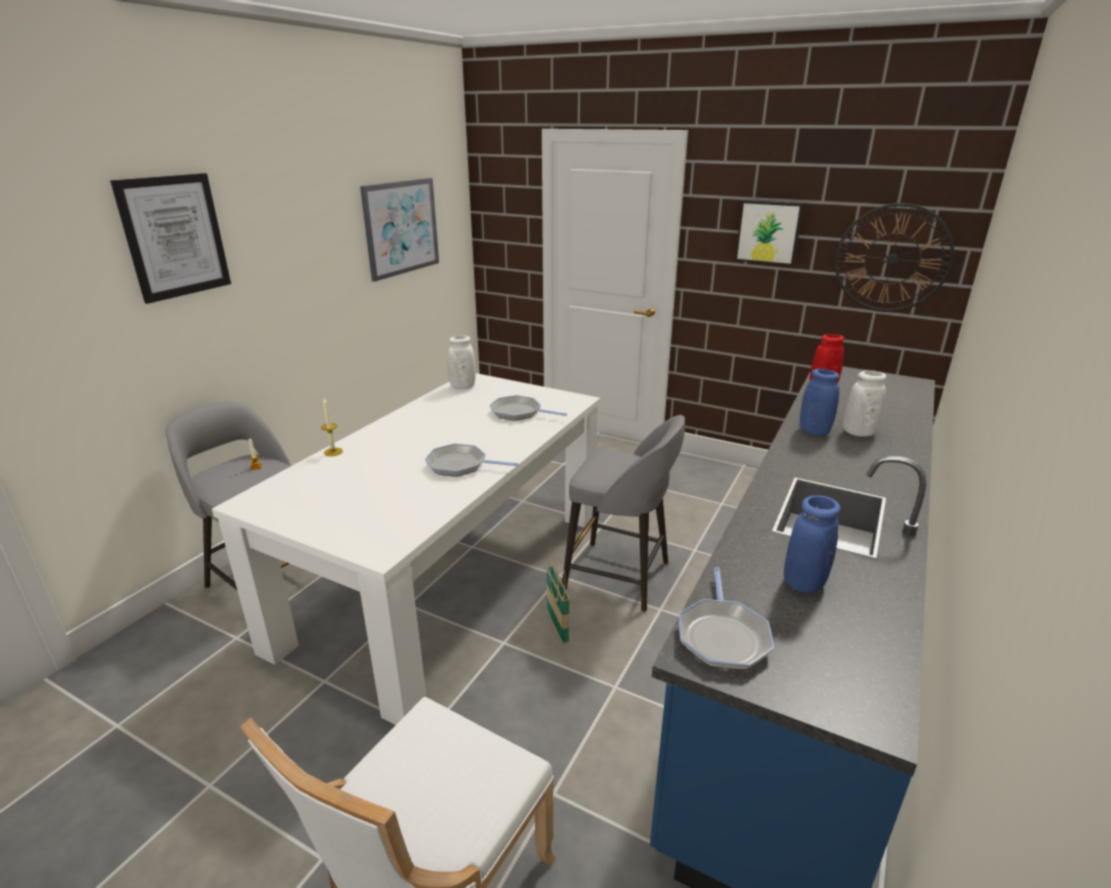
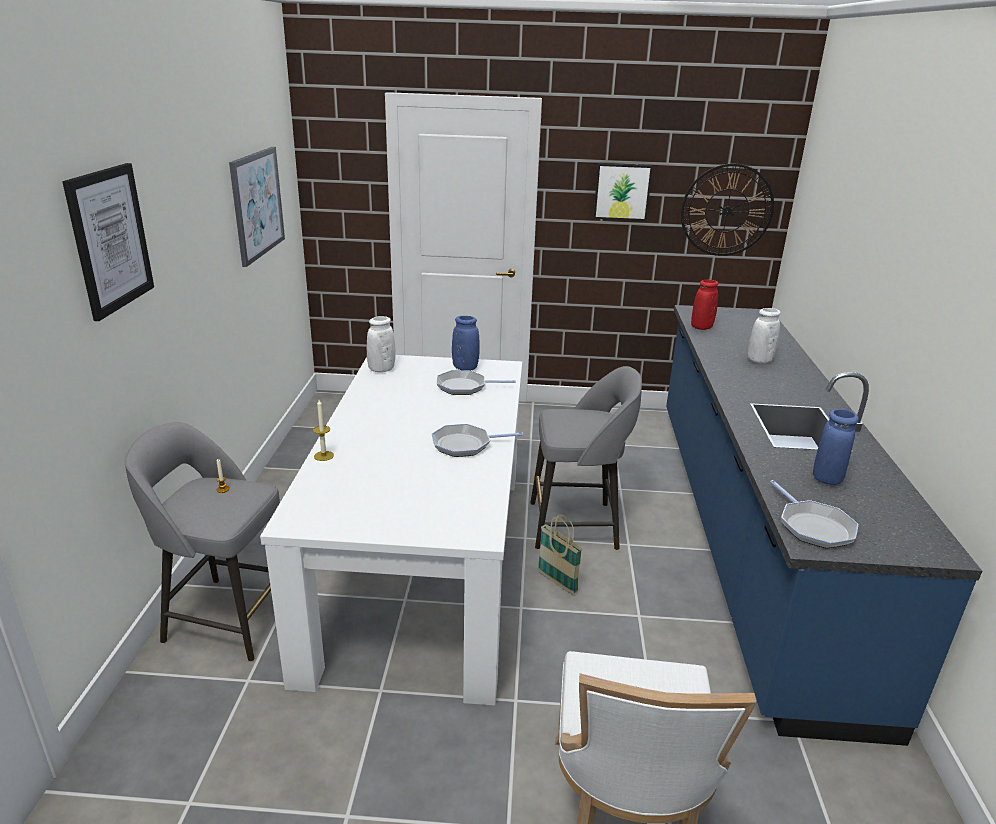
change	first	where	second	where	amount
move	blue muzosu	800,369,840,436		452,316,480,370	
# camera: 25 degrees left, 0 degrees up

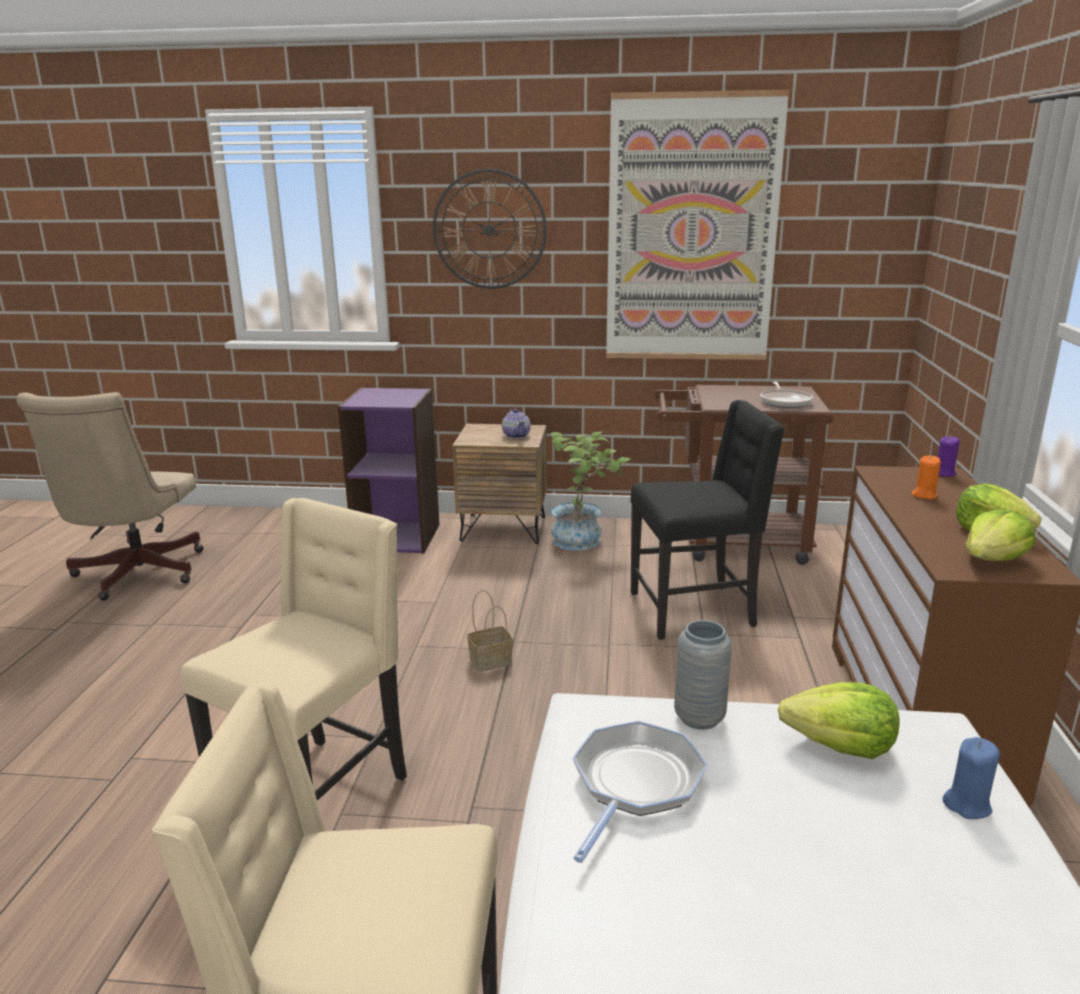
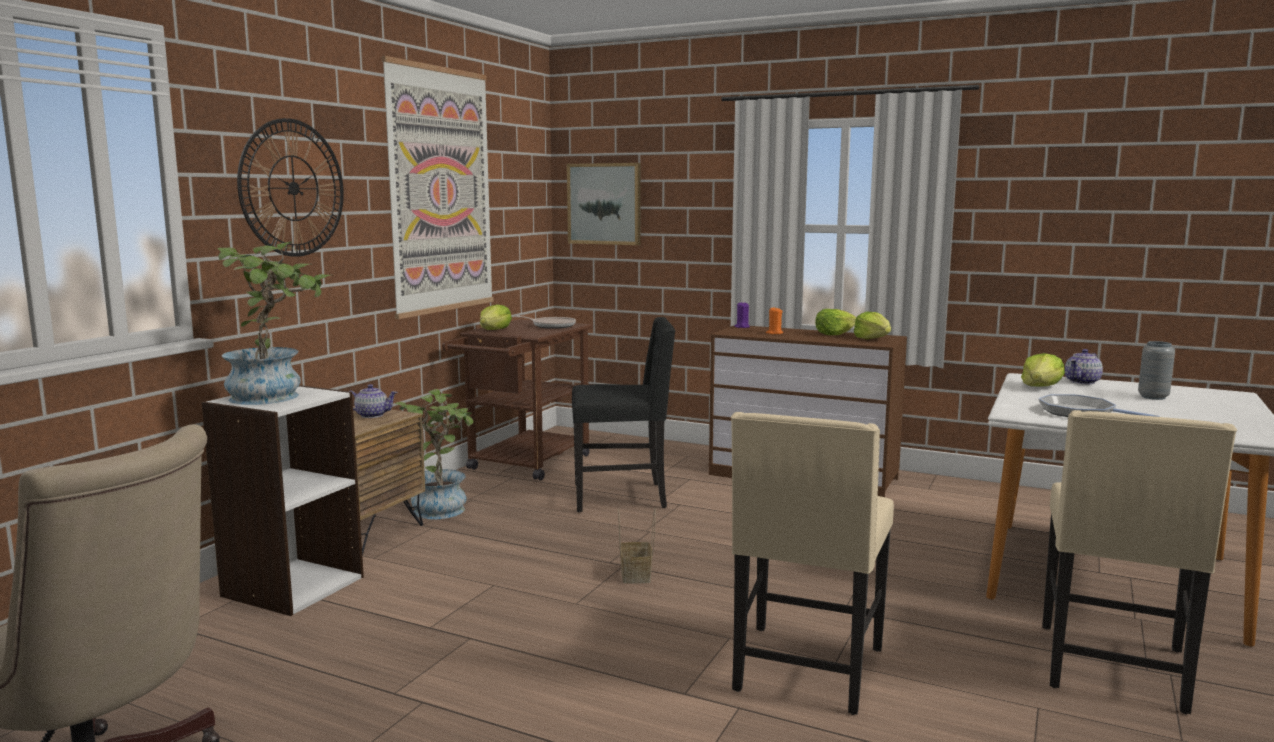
change	first	where	second	where	amount
insert			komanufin	218,241,330,405	
insert			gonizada	480,304,512,330	
insert			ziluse	567,163,640,245	
move	grey muzosu	674,620,732,730		1138,341,1175,400	
replace	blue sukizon	942,737,1000,819	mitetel	1065,349,1103,384	
recolor	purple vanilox	338,387,440,553	white vanilox	201,385,364,616	
rotate	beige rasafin	181,498,407,801		731,412,894,715	120 degrees counterclockwise
rotate	black rasafin	630,400,784,640		572,317,676,513	75 degrees clockwise
# camera: 70 degrees left, 10 degrees down

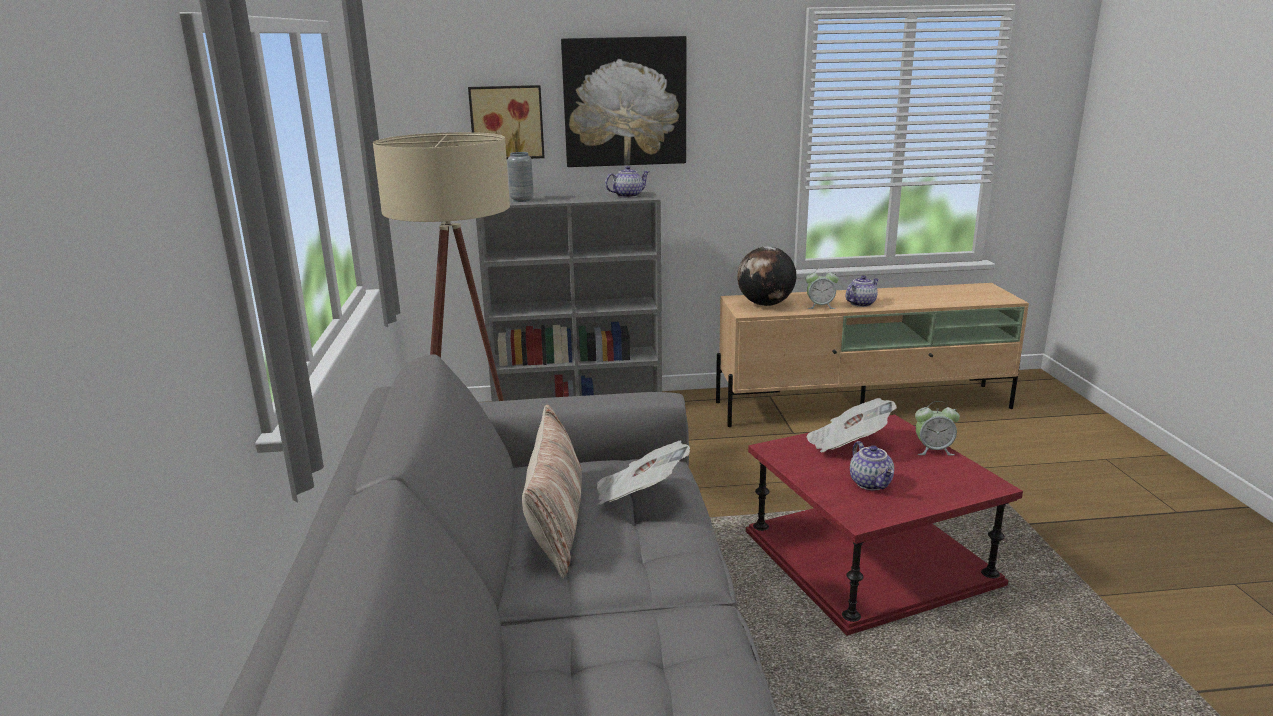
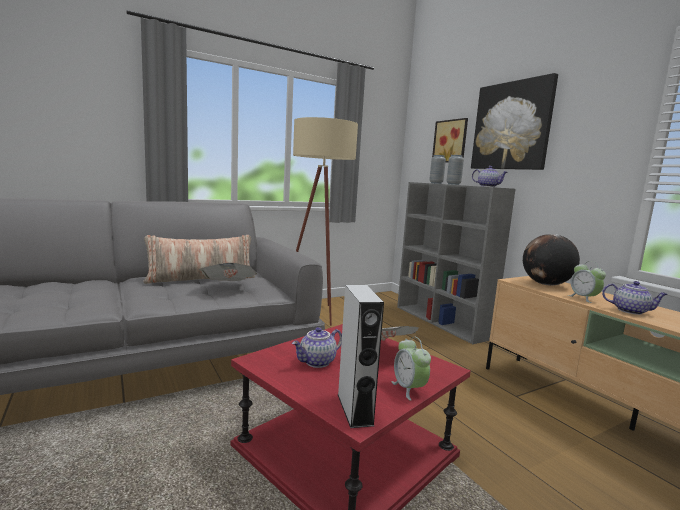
change	first	where	second	where	amount
insert			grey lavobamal	337,285,384,428	
insert			grey muzosu	447,155,464,185	
# camera: 65 degrees right, 10 degrees down

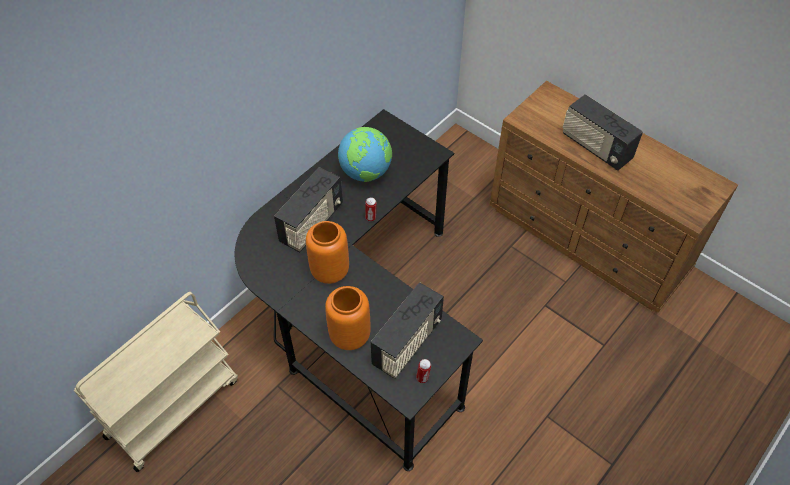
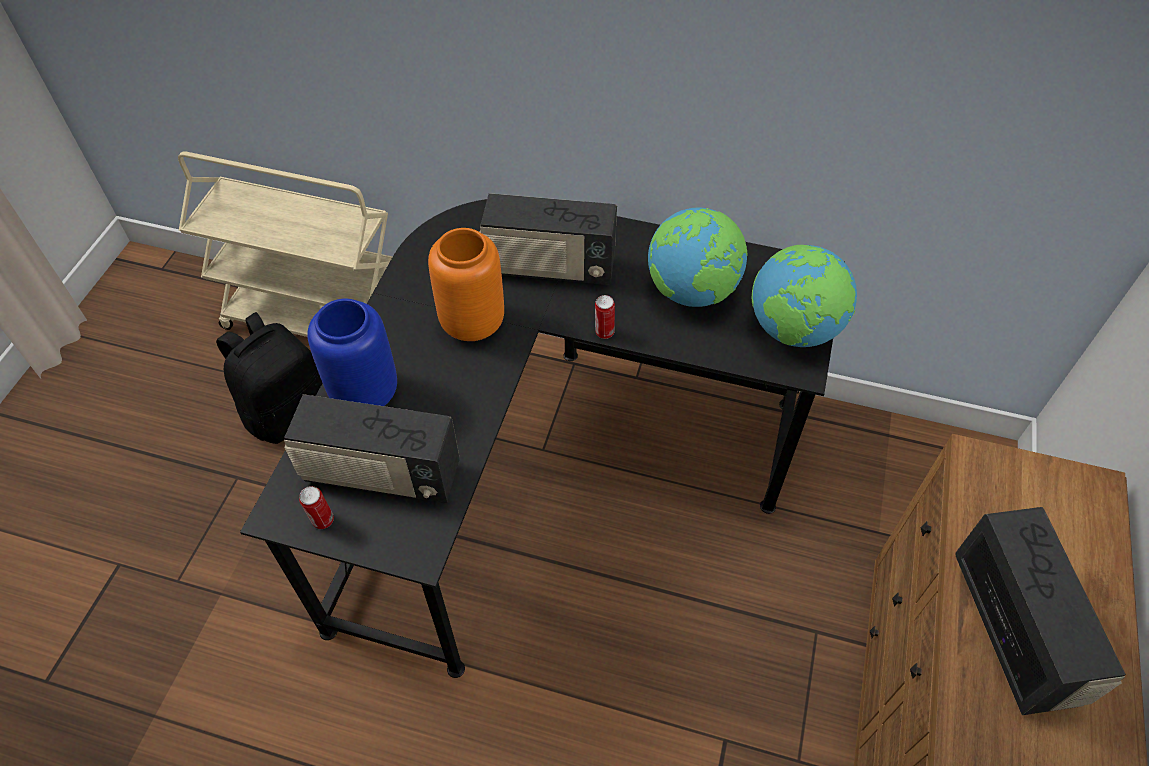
change	first	where	second	where	amount
insert			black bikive	216,312,322,444	
insert			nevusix	752,245,857,347	
recolor	orange muzosu	325,286,371,350	blue muzosu	307,299,397,406	
rotate	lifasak	563,94,643,170		955,507,1126,715	150 degrees clockwise
# camera: 65 degrees right, 0 degrees up

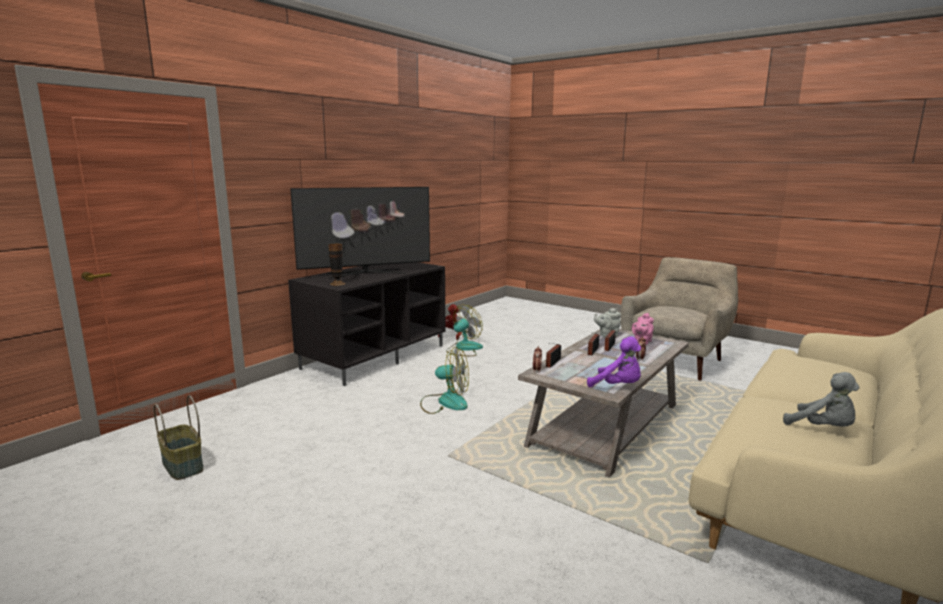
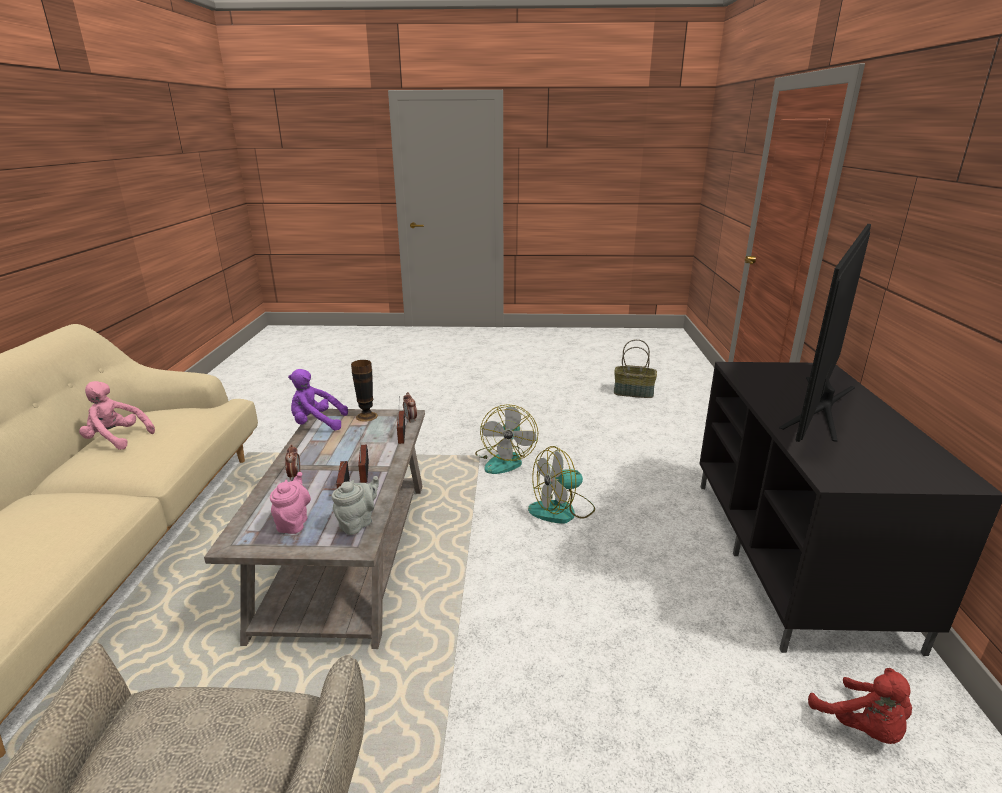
change	first	where	second	where	amount
move	muzosu	328,244,345,286		351,360,378,421	
move	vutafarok	446,305,483,356		475,404,538,474	
recolor	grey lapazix	783,372,860,427	pink lapazix	79,381,155,450	
# camera: 145 degrees right, 10 degrees up

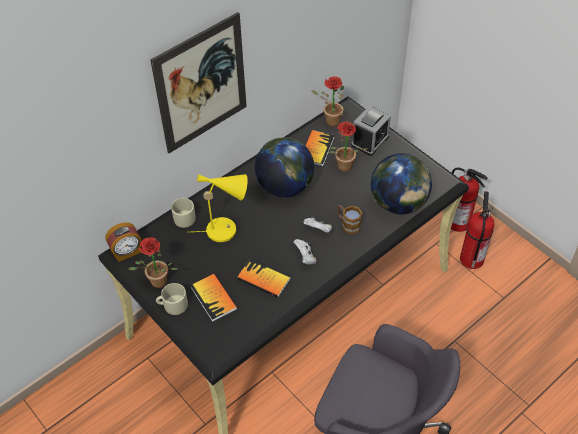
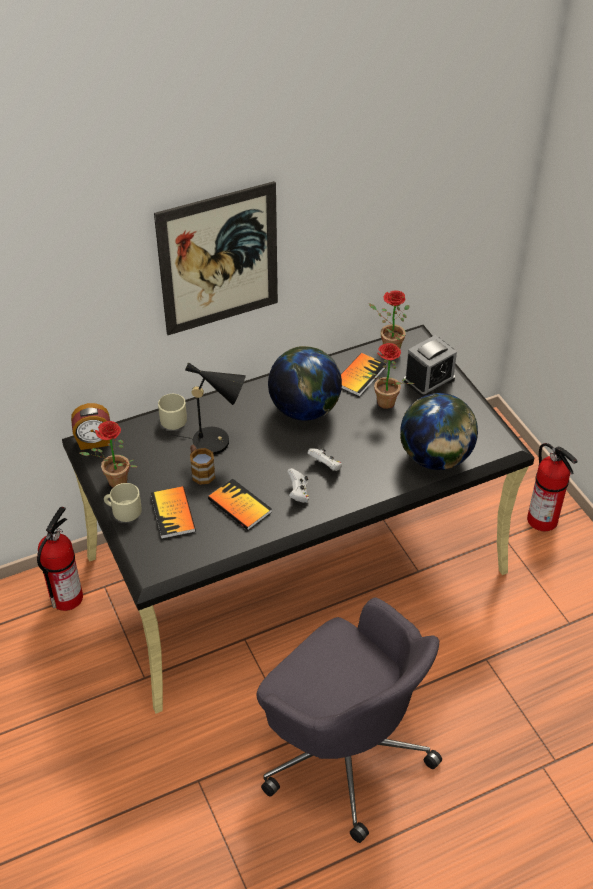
change	first	where	second	where	amount
move	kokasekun	337,205,362,235		190,445,215,485	
move	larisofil	460,191,494,269		37,507,83,611	
recolor	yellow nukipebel	194,174,248,242	black nukipebel	173,362,246,455	
# camera: 15 degrees right, 5 degrees down

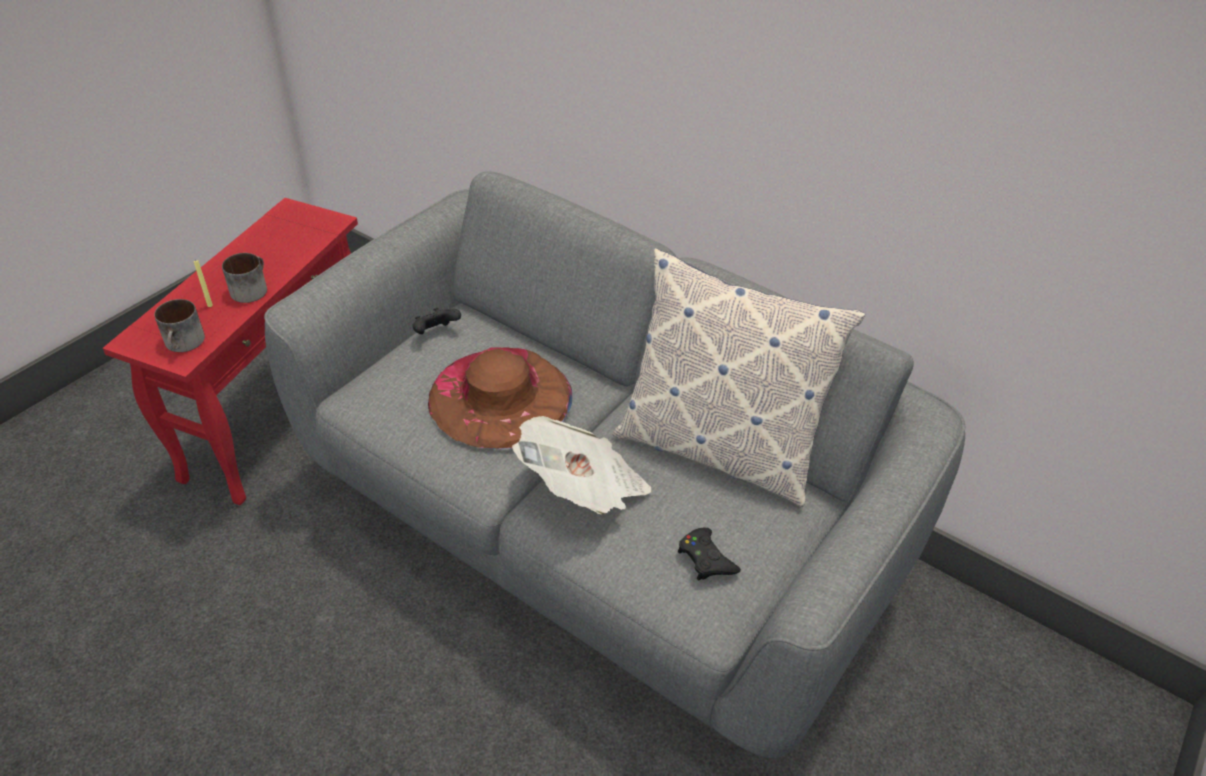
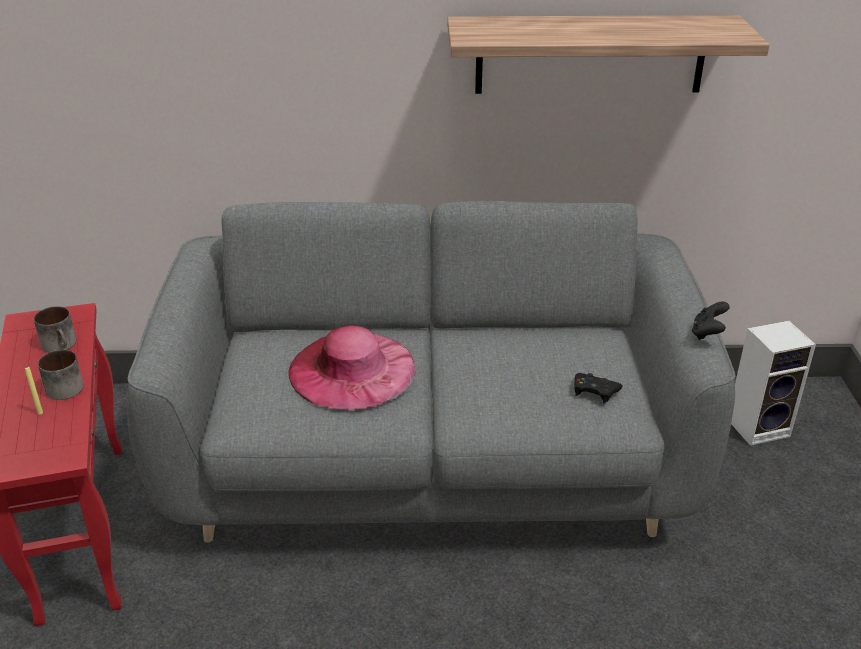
change	first	where	second	where	amount
delete	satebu	512,416,651,514			
delete	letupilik	613,248,865,508			
insert			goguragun	448,15,770,94	
insert			lavobamal	731,321,816,446	
move	kokasekun	154,299,205,352		34,306,76,352	
move	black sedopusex	412,308,461,334		692,302,730,340	
recolor	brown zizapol	428,347,572,449	pink zizapol	288,325,416,410	
# camera: 35 degrees left, 10 degrees down

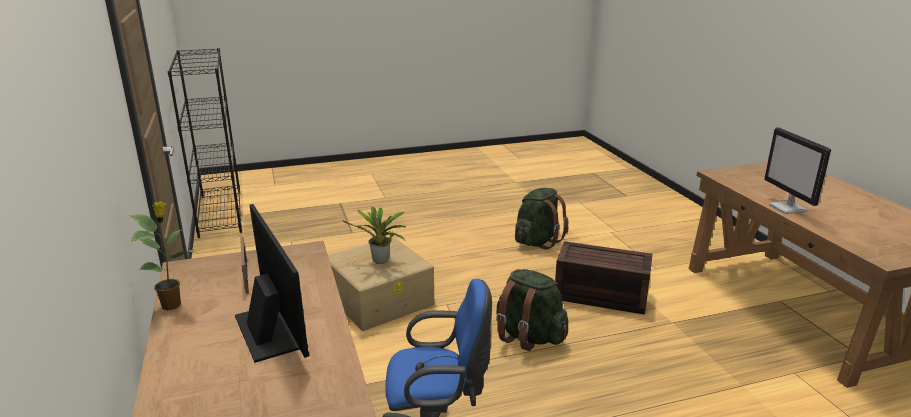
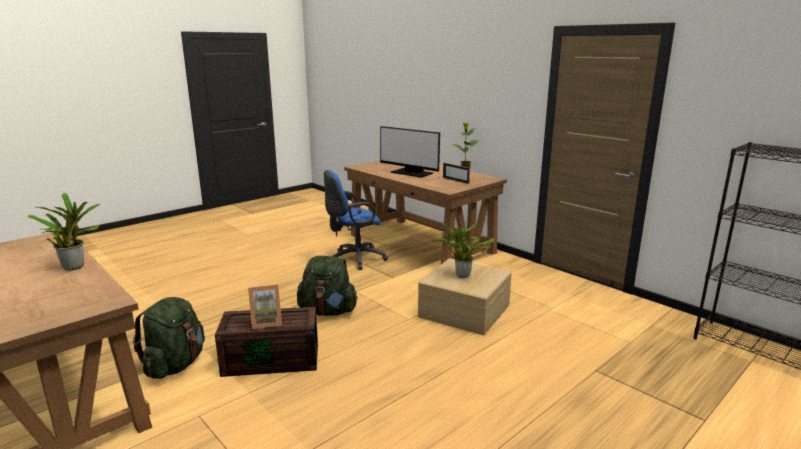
change	first	where	second	where	amount
insert			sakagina	248,284,282,329	
move	green bikive	515,188,569,249		133,297,205,379	
replace	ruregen	764,127,831,214	komanufin	28,193,101,271	
# camera: 155 degrees right, 5 degrees down

